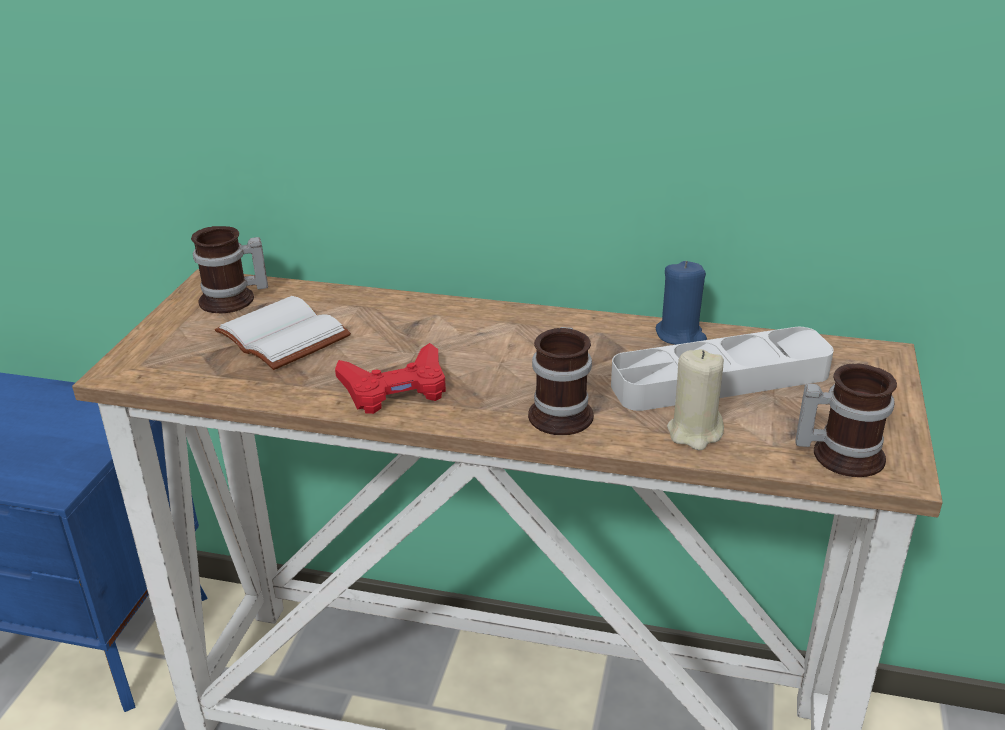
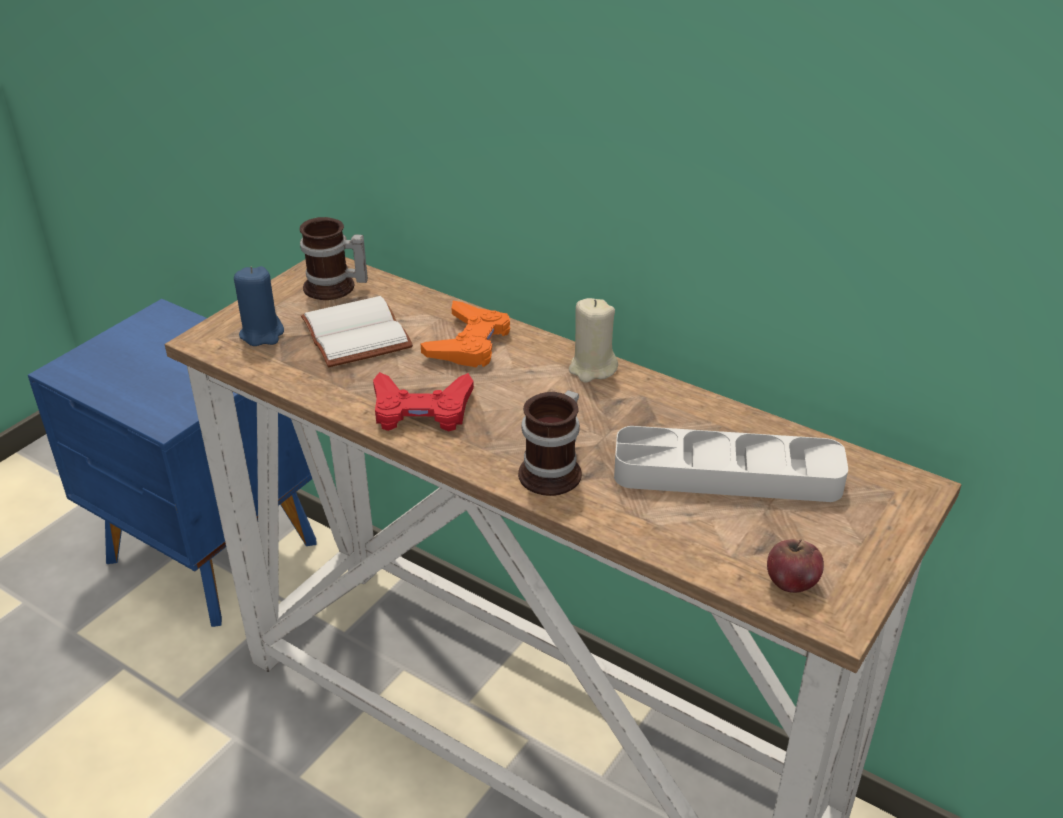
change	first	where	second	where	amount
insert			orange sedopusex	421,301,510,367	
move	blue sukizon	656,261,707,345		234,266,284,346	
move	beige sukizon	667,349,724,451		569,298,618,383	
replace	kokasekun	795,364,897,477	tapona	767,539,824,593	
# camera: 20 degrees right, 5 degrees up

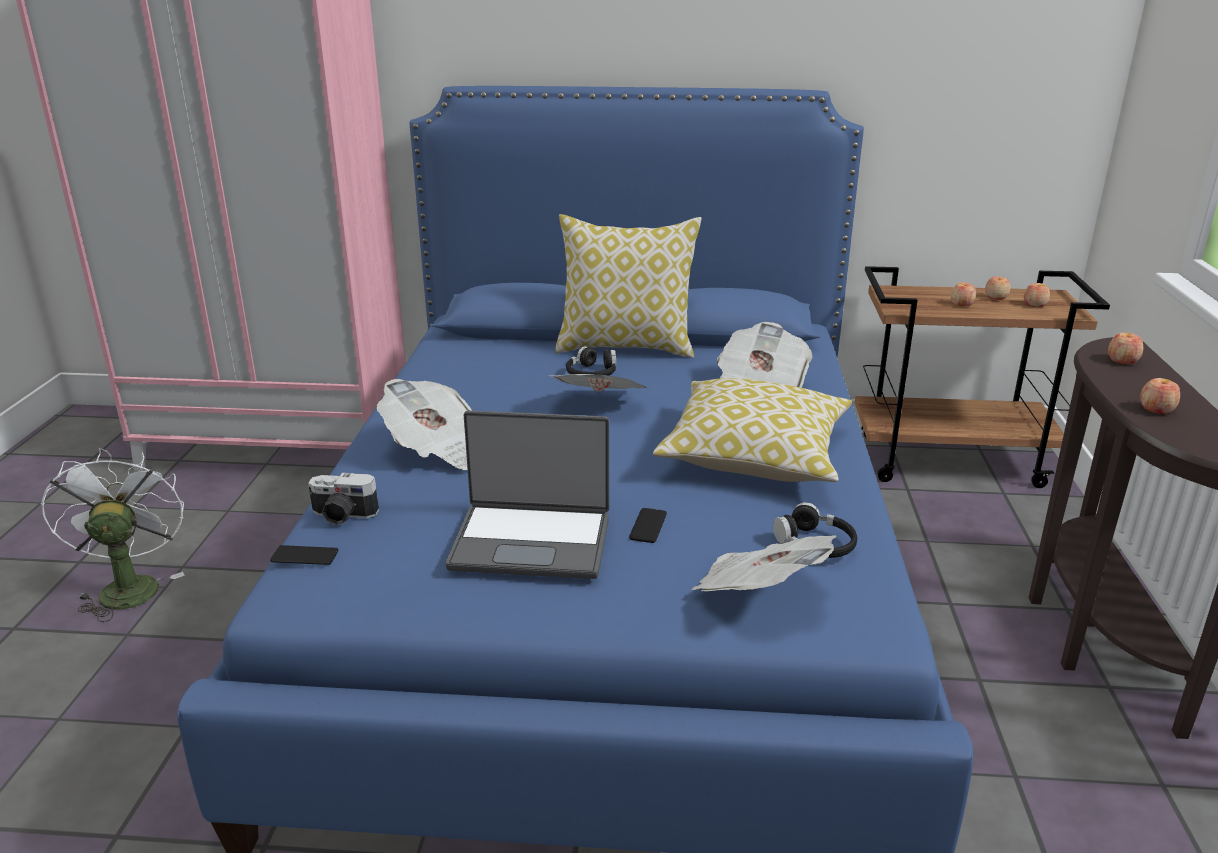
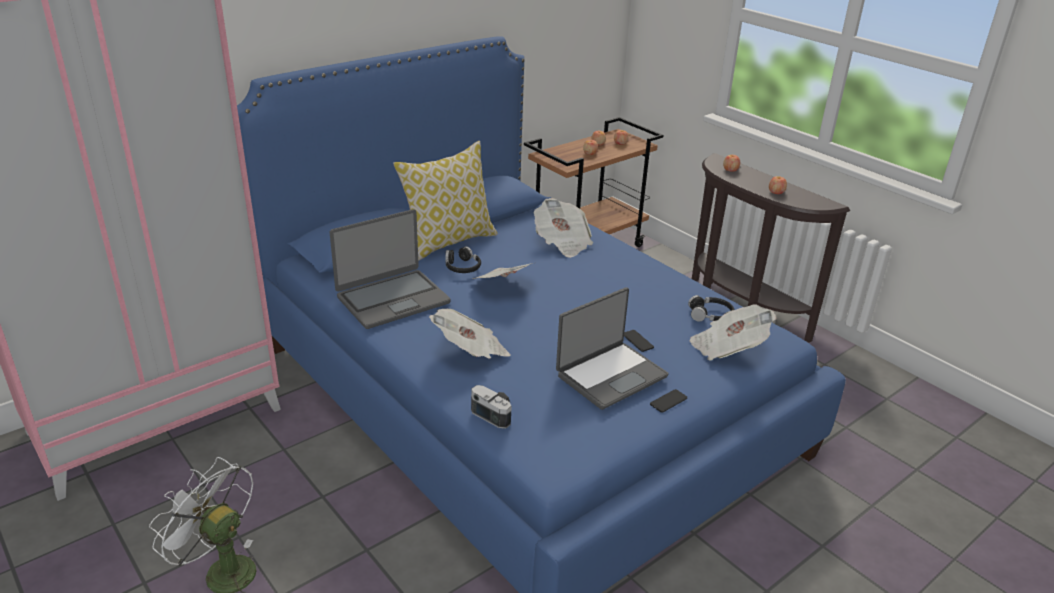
change	first	where	second	where	amount
delete	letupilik	653,378,852,482			
insert			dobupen	330,209,451,329	
move	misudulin	270,545,338,565		650,389,687,413	
rotate	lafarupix	308,473,379,525		471,385,512,429	105 degrees counterclockwise
# camera: 45 degrees left, 5 degrees up

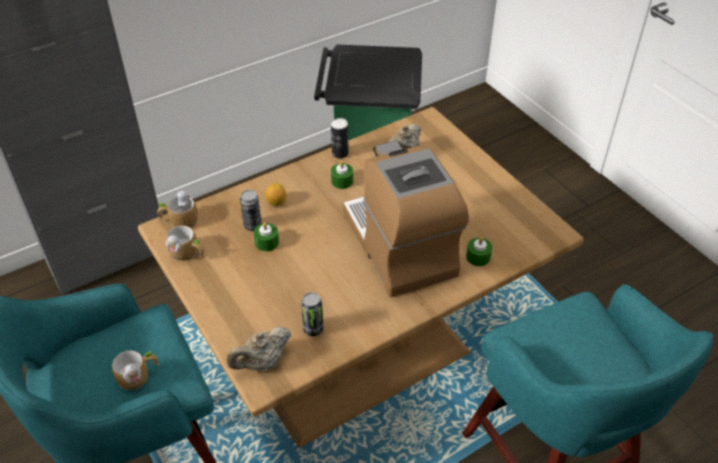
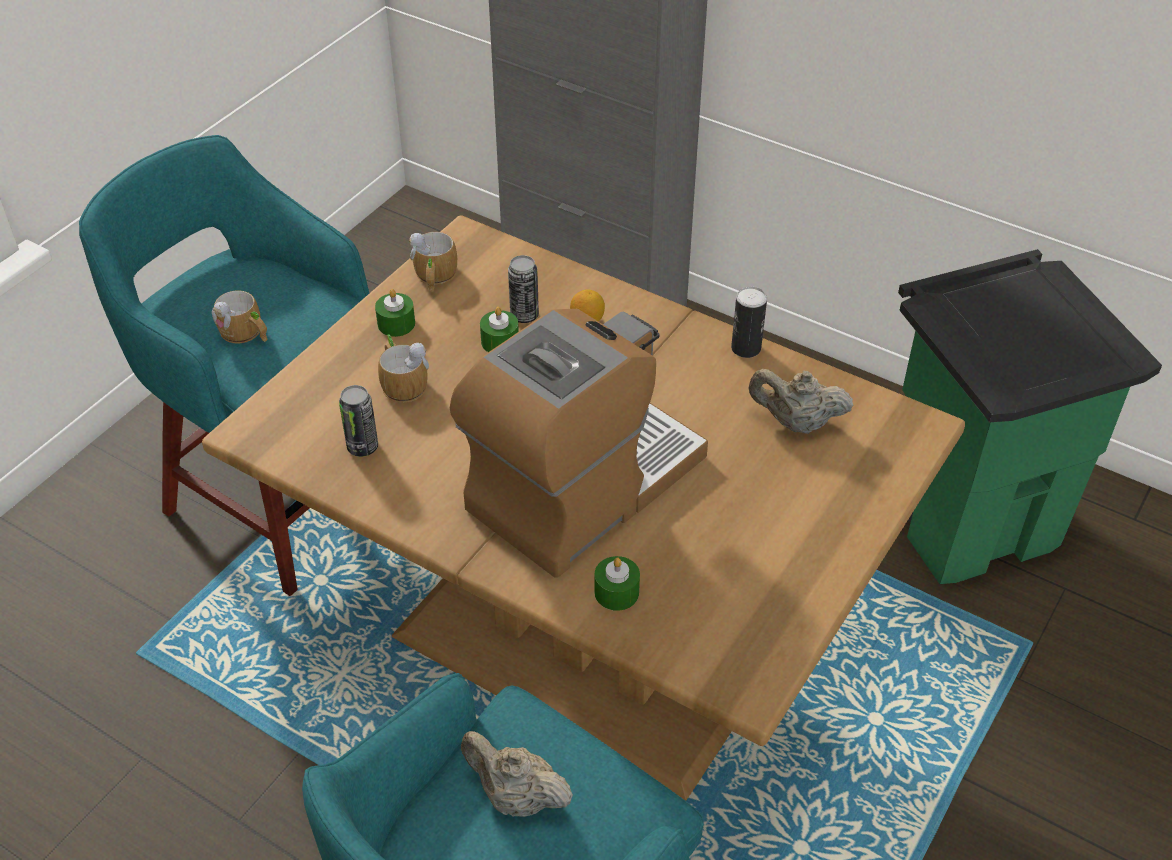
change	first	where	second	where	amount
move	kokasekun	157,190,198,228		378,334,429,403	
move	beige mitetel	227,326,291,371		461,731,573,817	
move	green sukizon	331,161,353,189		375,289,415,337	
# camera: 65 degrees right, 0 degrees up

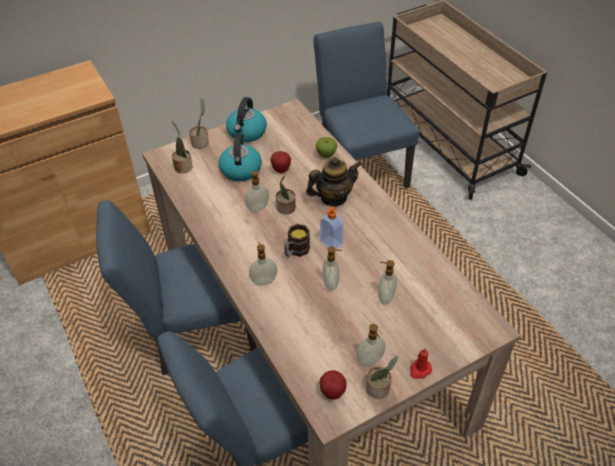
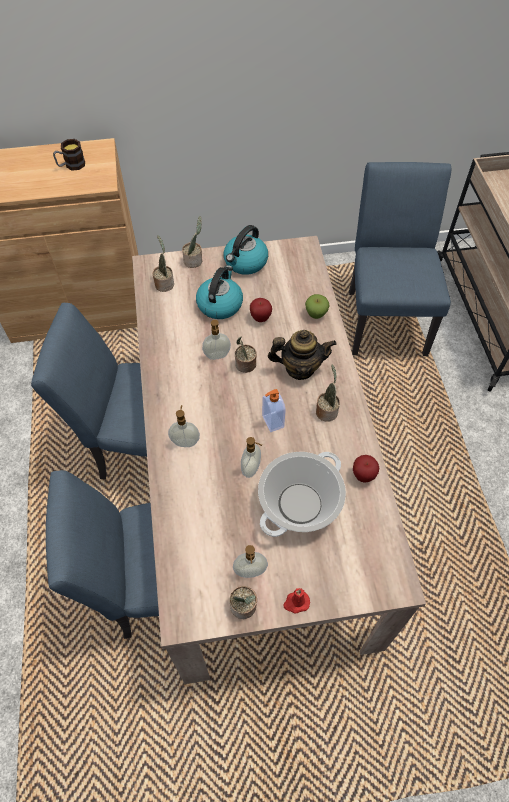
change	first	where	second	where	amount
insert			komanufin	316,365,340,422	
move	kokasekun	284,224,310,257		53,139,85,171	
move	tapona	320,370,347,400		353,455,379,483	
replace	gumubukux	378,260,397,304	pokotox	258,452,346,537	
# camera: 20 degrees right, 10 degrees up

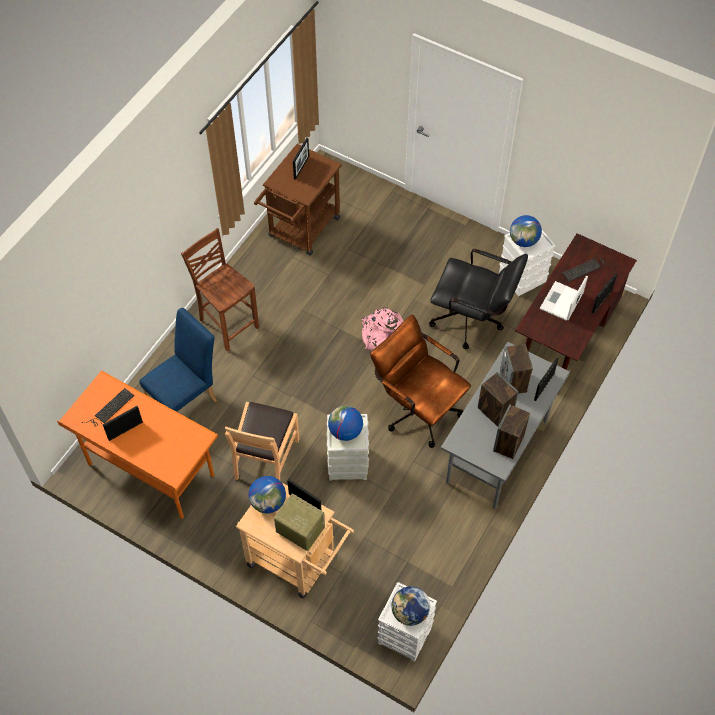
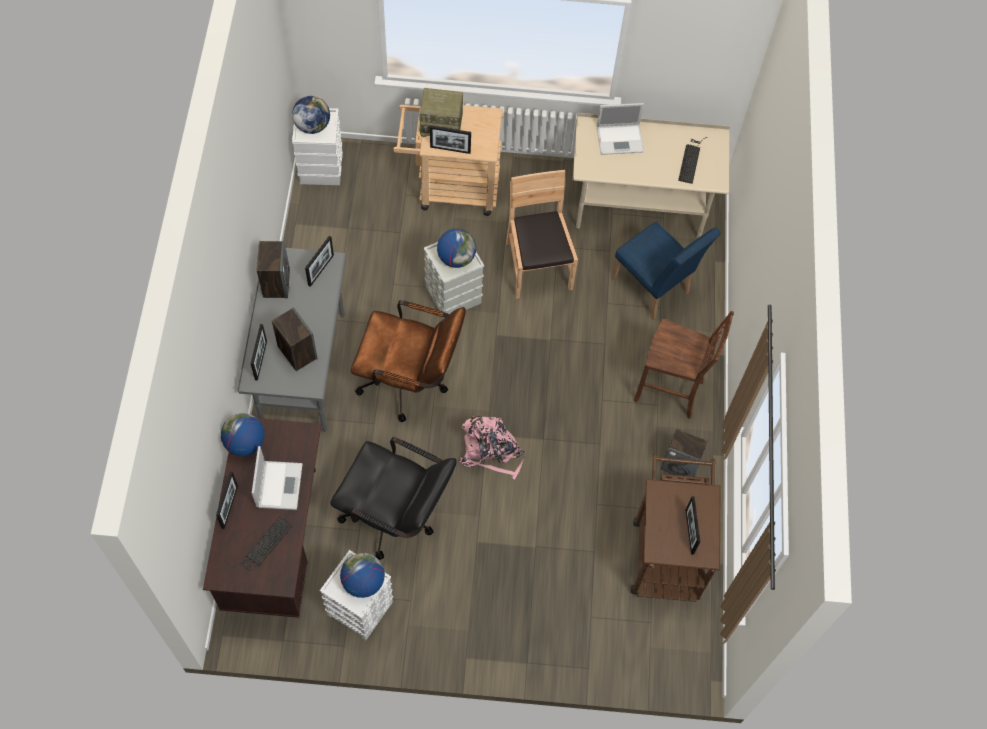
change	first	where	second	where	amount
insert			dobupen	597,103,644,155	
move	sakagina	103,406,143,441		305,236,334,287	
move	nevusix	249,476,286,513		221,413,265,456	
move	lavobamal	478,372,518,427		661,429,708,477	
recolor	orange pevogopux	57,371,218,519	beige pevogopux	573,113,730,239	
rotate	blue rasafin	139,308,217,412		611,222,721,320	60 degrees counterclockwise
rotate	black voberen	429,249,528,349		330,437,457,560	150 degrees counterclockwise
# camera: 150 degrees right, 5 degrees up

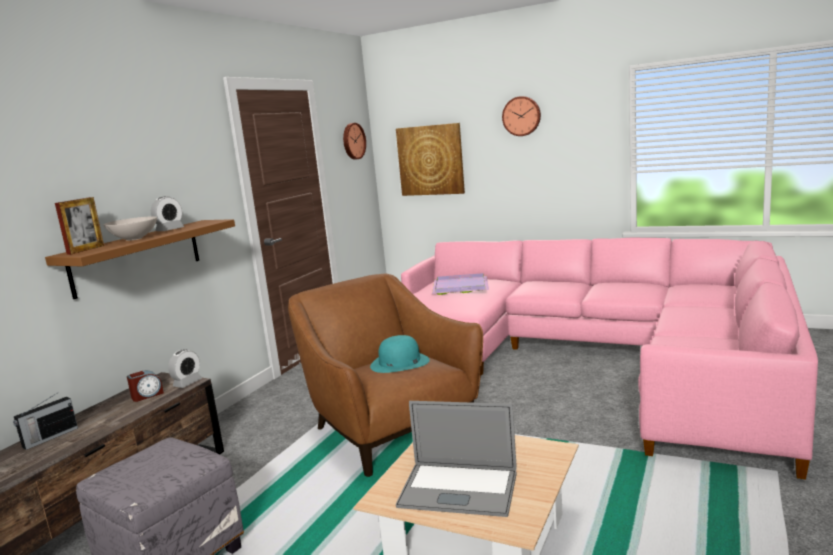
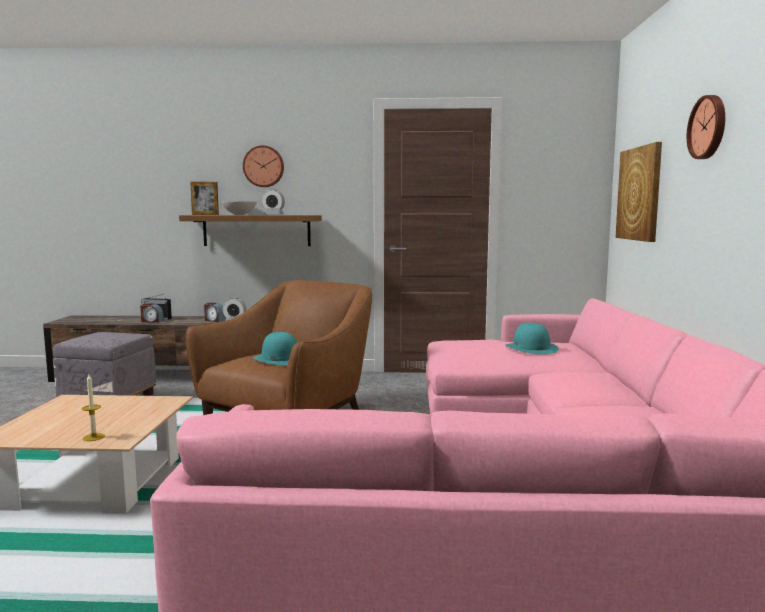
change	first	where	second	where	amount
delete	dobupen	396,401,517,517			
insert			sukizon	82,375,105,441	
insert			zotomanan	140,303,164,323	
move	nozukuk	343,123,366,160		243,145,284,187	
replace	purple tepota	432,273,489,295	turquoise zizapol	505,323,559,355	
# camera: 65 degrees right, 5 degrees down

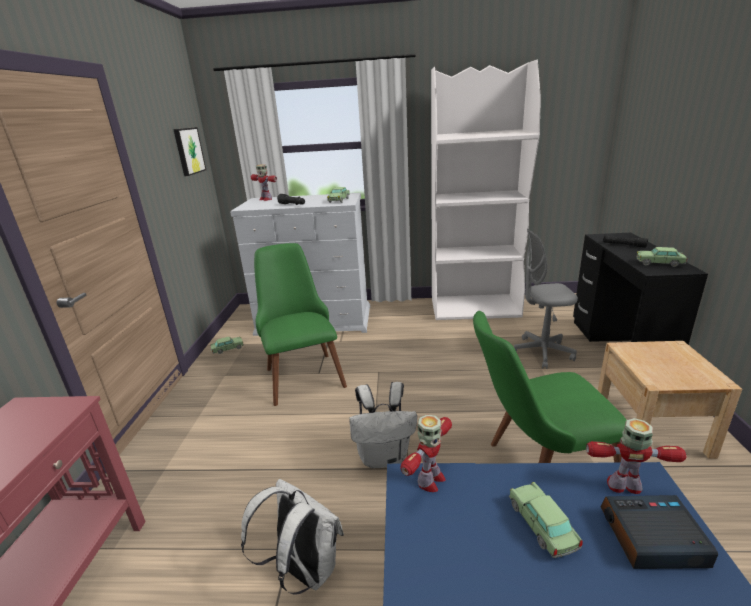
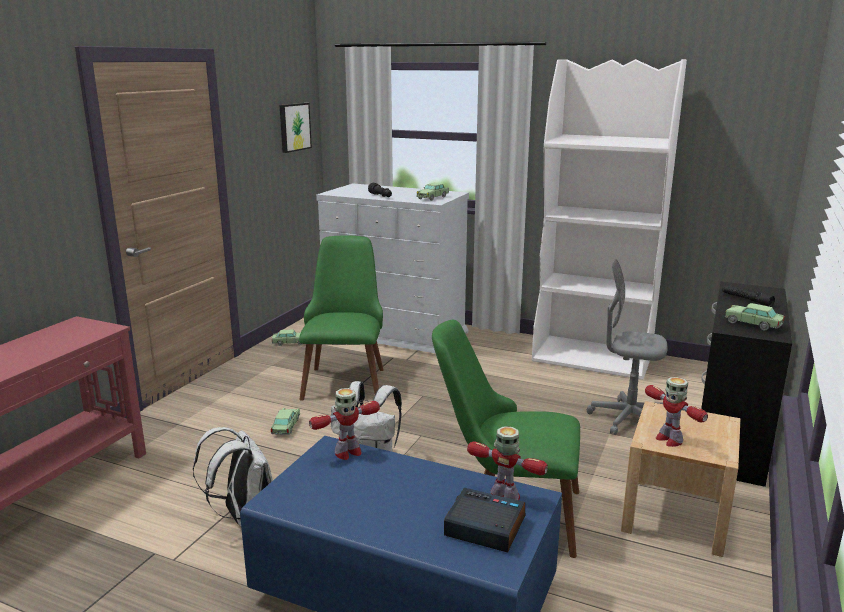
change	first	where	second	where	amount
move	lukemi	251,164,277,201		645,377,708,447	
move	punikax	509,482,583,558		271,408,300,435	
# camera: 20 degrees right, 5 degrees down

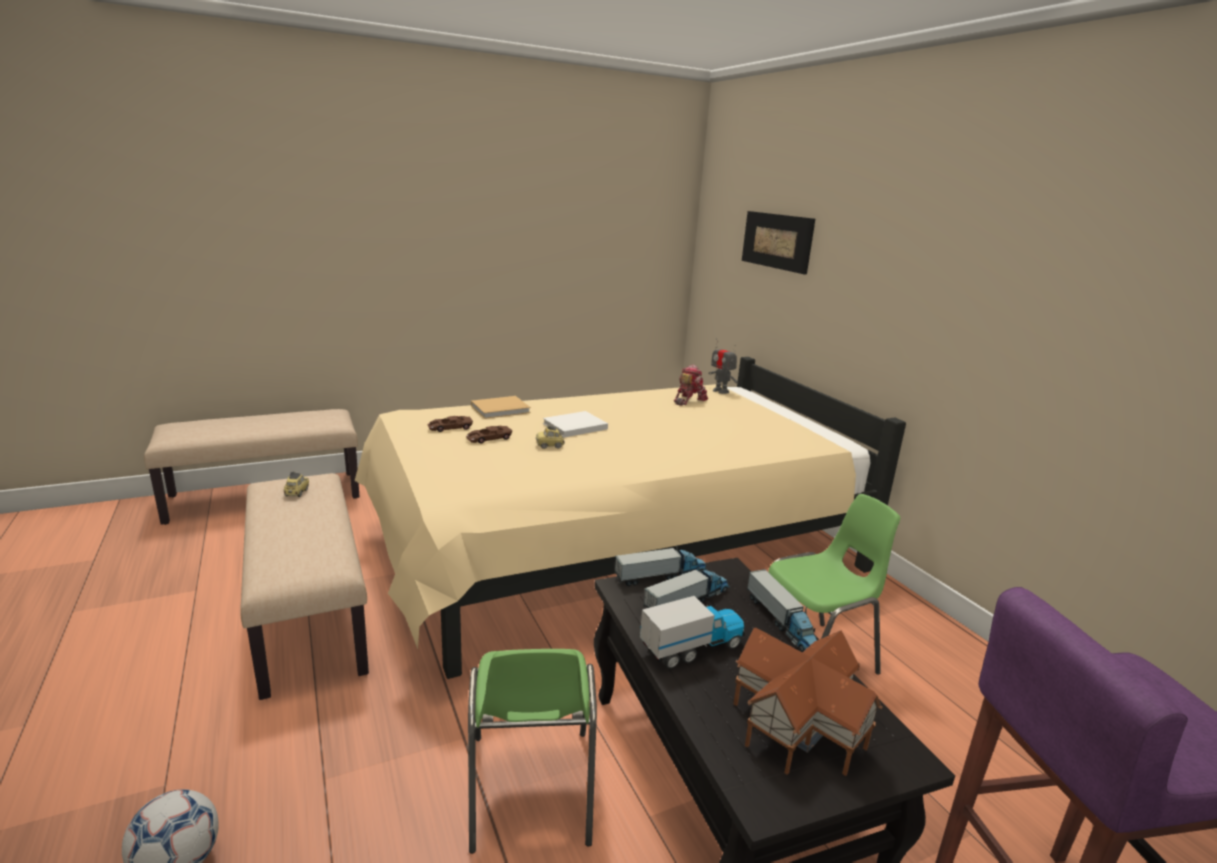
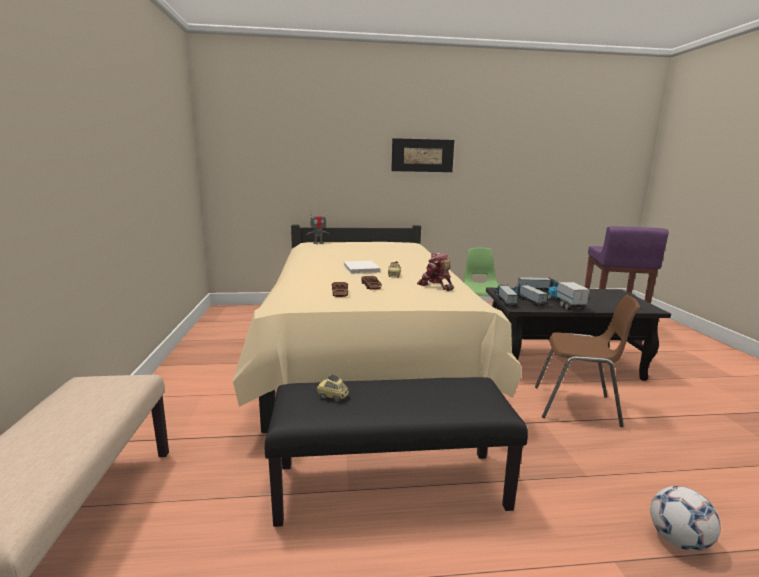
change	first	where	second	where	amount
delete	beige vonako	471,396,531,419			
delete	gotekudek	734,628,883,776			
move	lukemi	674,365,708,406		417,252,454,291	
move	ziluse	742,211,815,275		391,138,454,172	
recolor	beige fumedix	240,473,369,700	black fumedix	265,377,528,527	
recolor	green rasafin	468,649,597,854	brown rasafin	535,295,640,427	
# camera: 70 degrees left, 5 degrees down

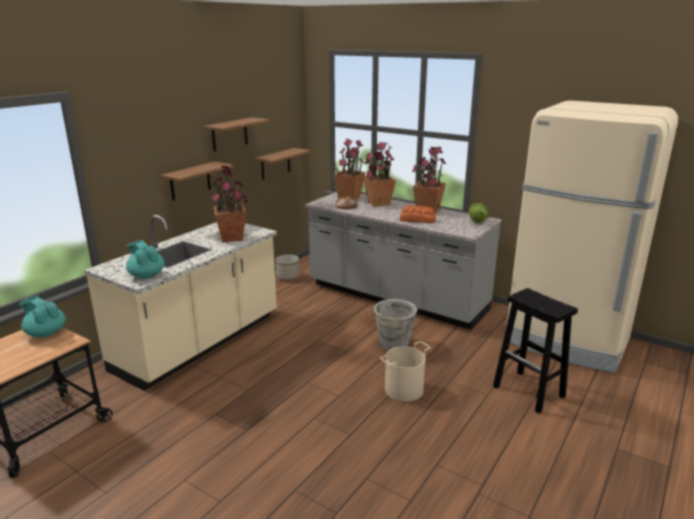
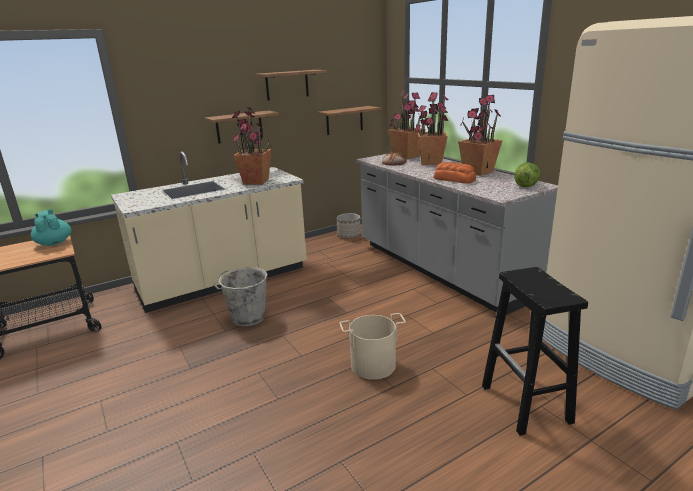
change	first	where	second	where	amount
delete	turquoise mitetel	126,240,165,279			
move	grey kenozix	372,299,418,351		213,267,267,326	
# camera: 25 degrees right, 0 degrees up

